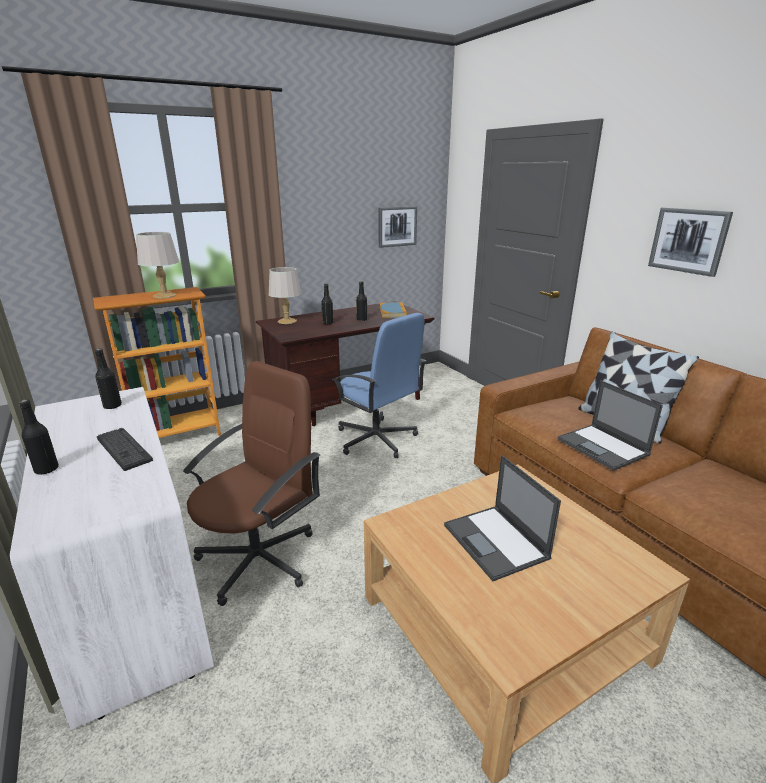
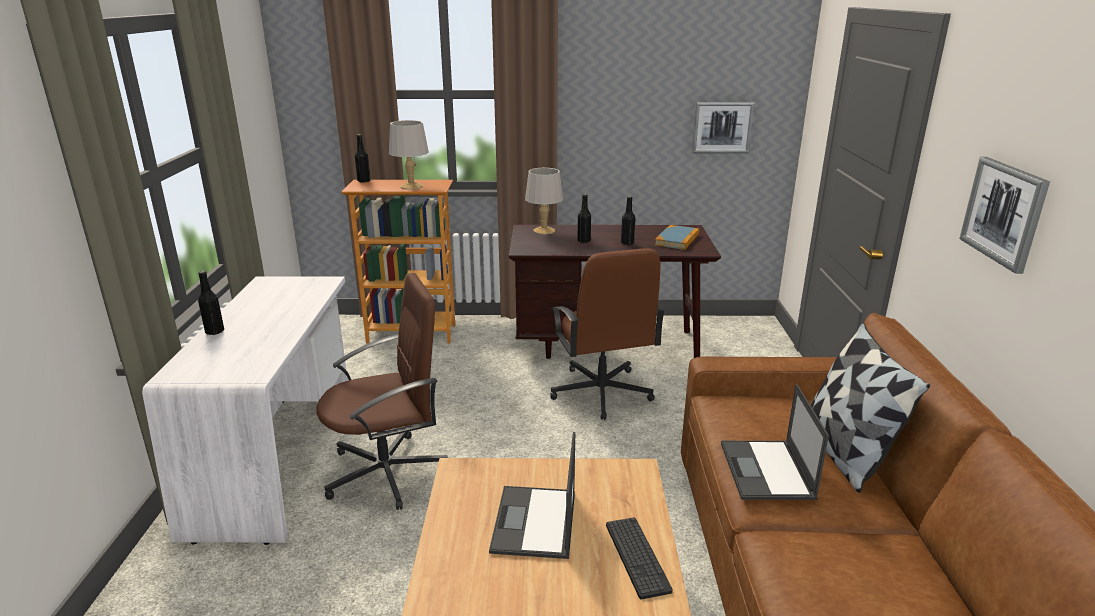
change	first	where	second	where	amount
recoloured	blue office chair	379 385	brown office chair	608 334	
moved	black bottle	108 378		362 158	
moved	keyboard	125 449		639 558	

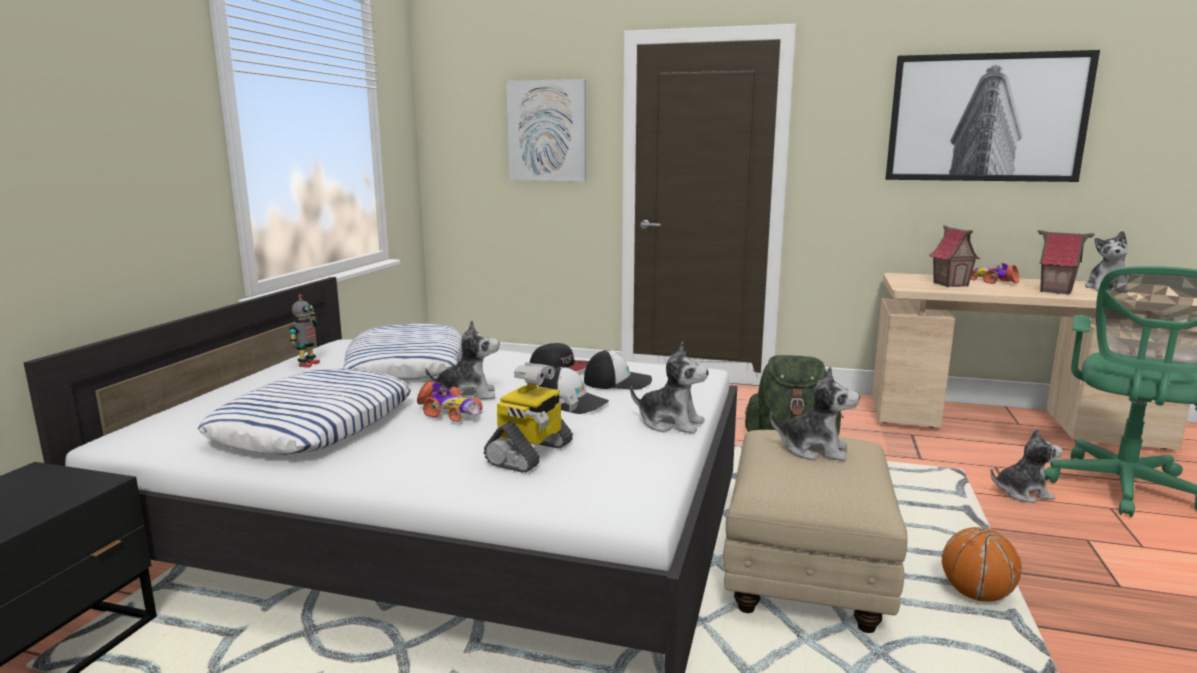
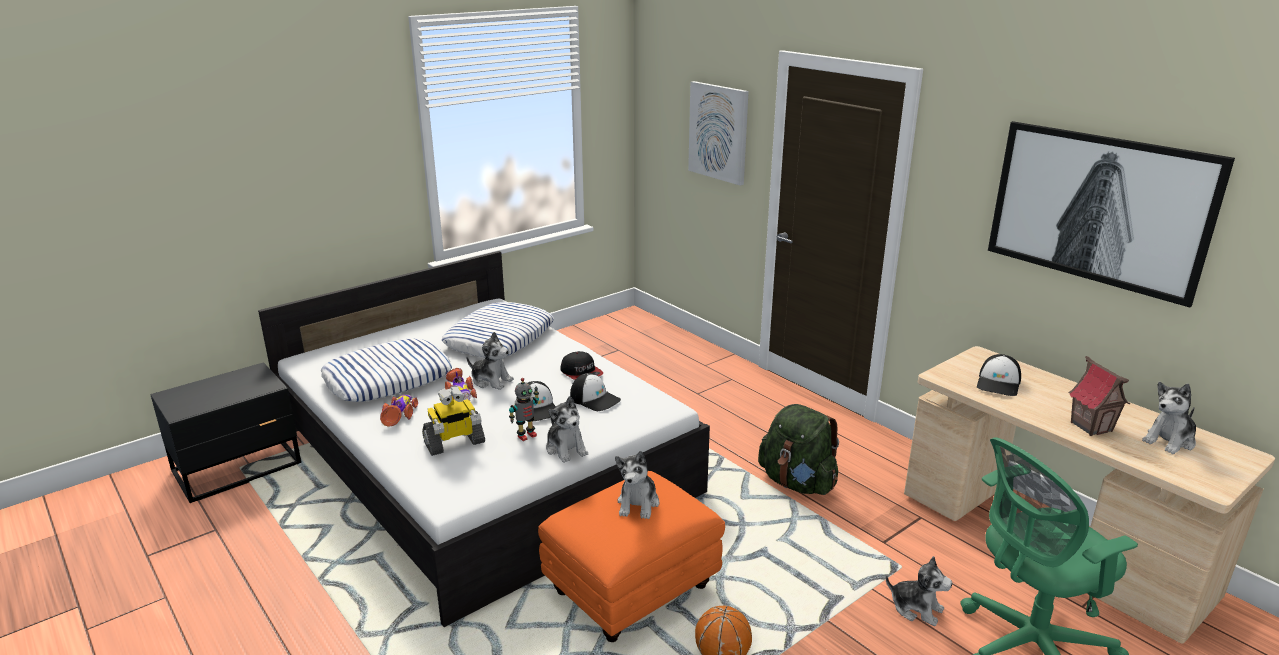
change	first	where	second	where	amount
replaced	toy house	955 256	cap	999 375	
moved	toy car	995 273		399 411	
moved	toy robot	304 331		524 409	
turned	plush toy	815 413		637 485	45 degrees clockwise
recoloured	beige ottoman	815 531	orange ottoman	631 556	

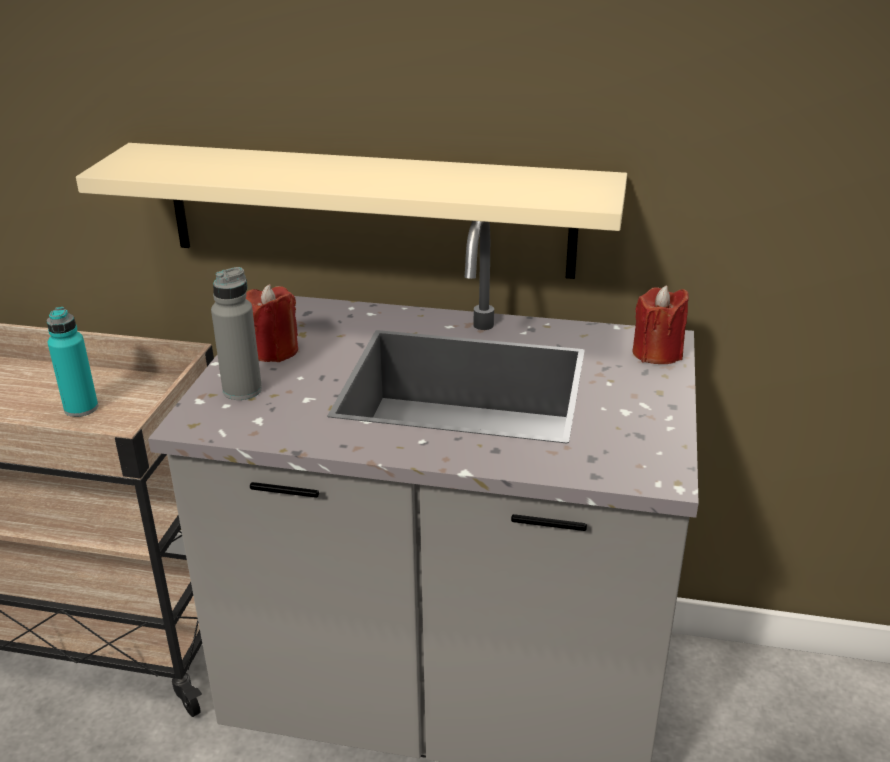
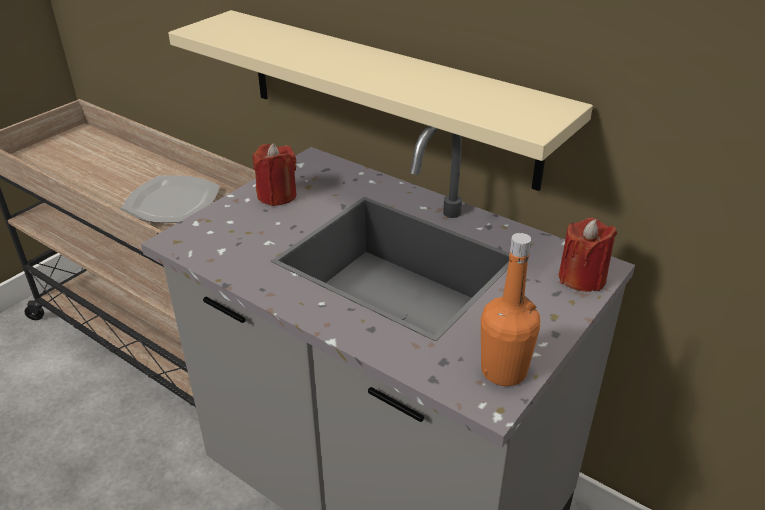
change	first	where	second	where	amount
removed	grey bottle	236 333			
replaced	turquoise bottle	72 362	plate	170 199	
added			orange bottle	510 309	

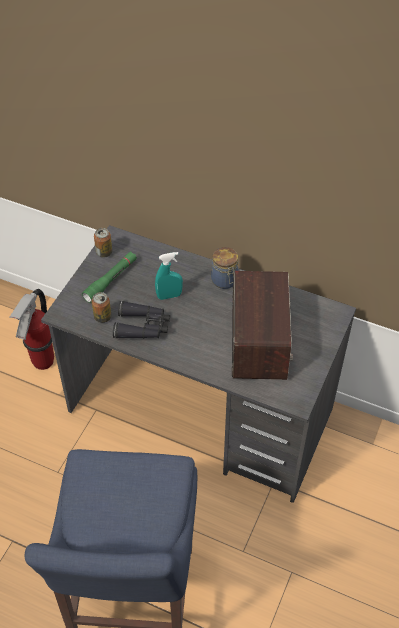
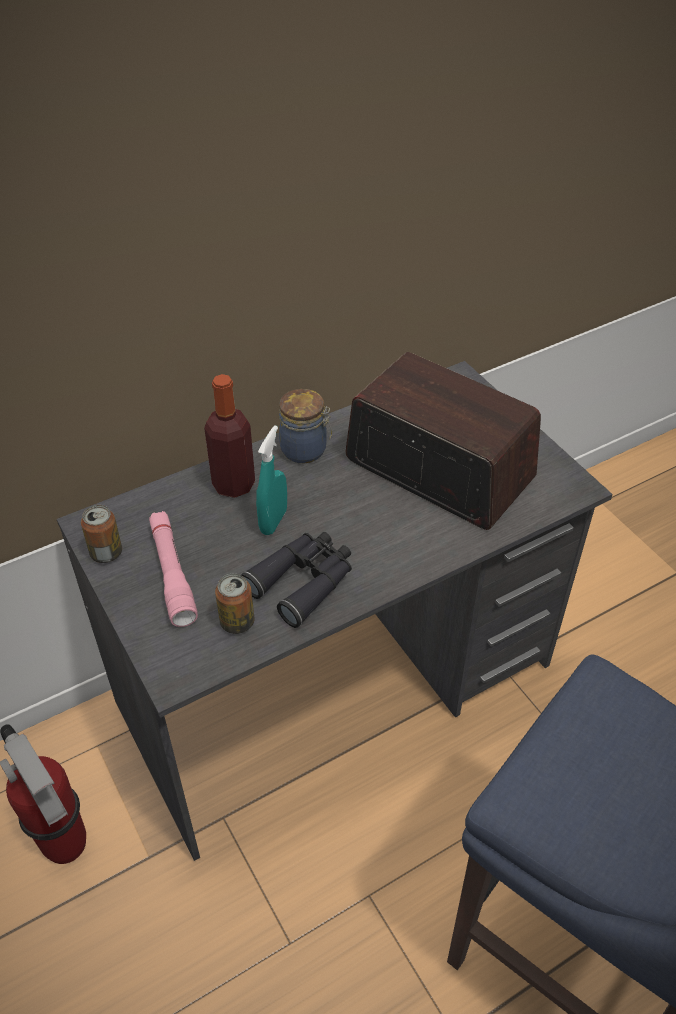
change	first	where	second	where	amount
recoloured	green flashlight	109 277	pink flashlight	173 569	
added			bottle	229 436	

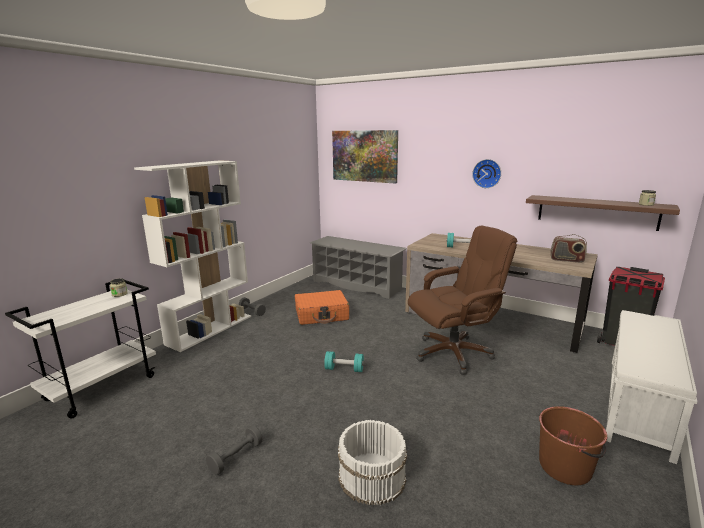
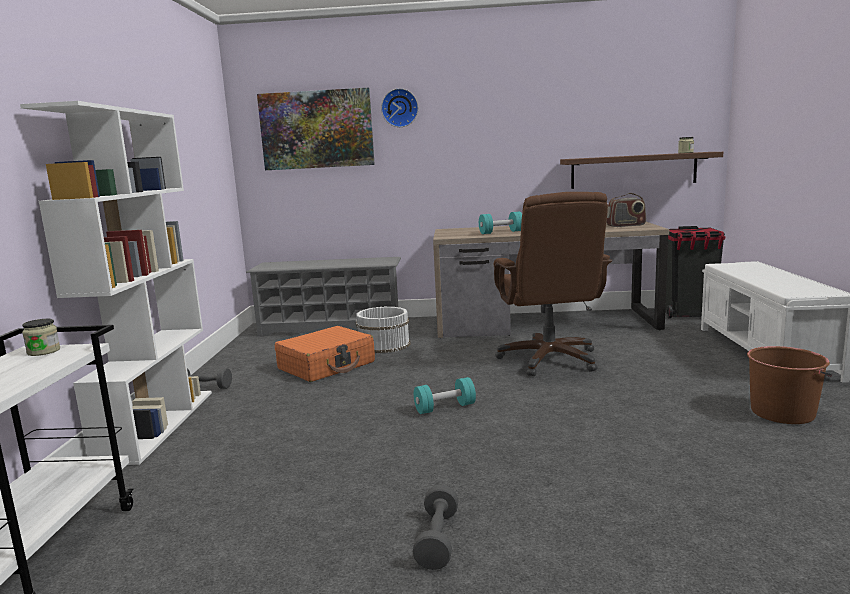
change	first	where	second	where	amount
moved	wall clock	486 173		399 107	
turned	brown office chair	462 300		553 284	135 degrees clockwise
moved	white bucket	372 462		383 330	

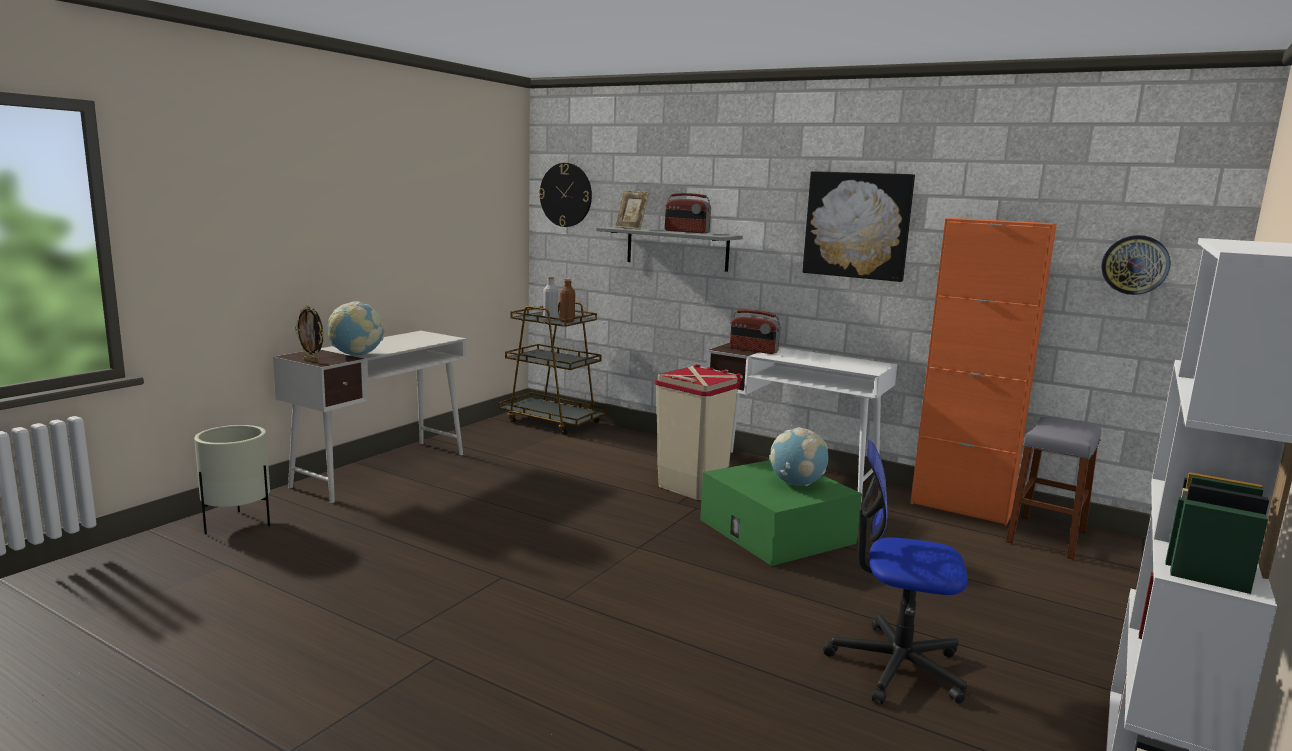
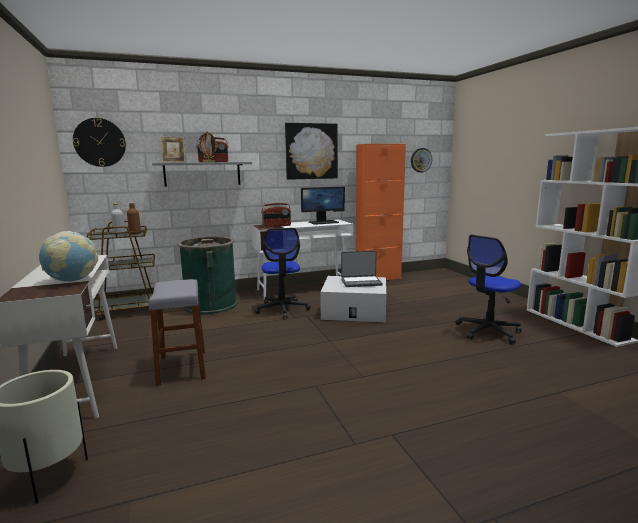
change	first	where	second	where	amount
moved	picture frame	309 334		208 146	
replaced	beige trash can	698 432	office chair	283 273	
moved	grey stool	1053 488		177 332	
replaced	globe	798 456	laptop	362 269	
recoloured	green storage box	781 513	white storage box	353 299	
added			monitor	323 205	
added			green trash can	207 276	

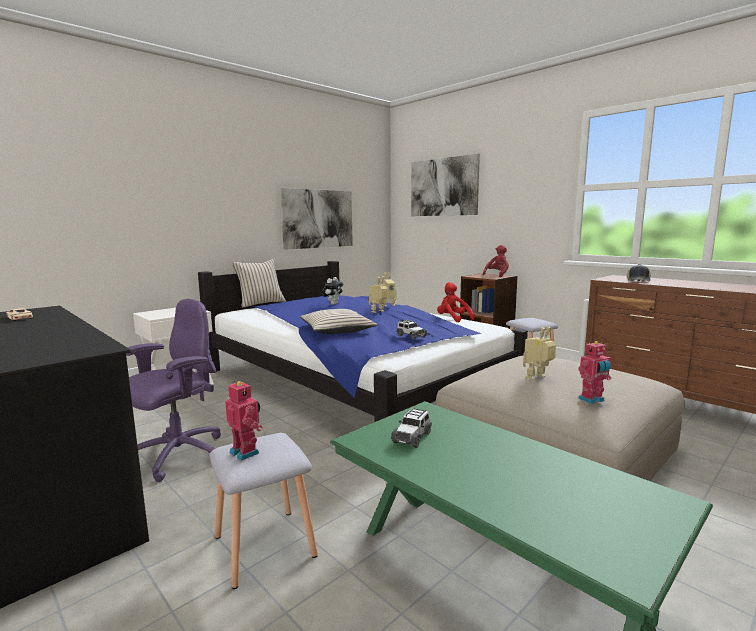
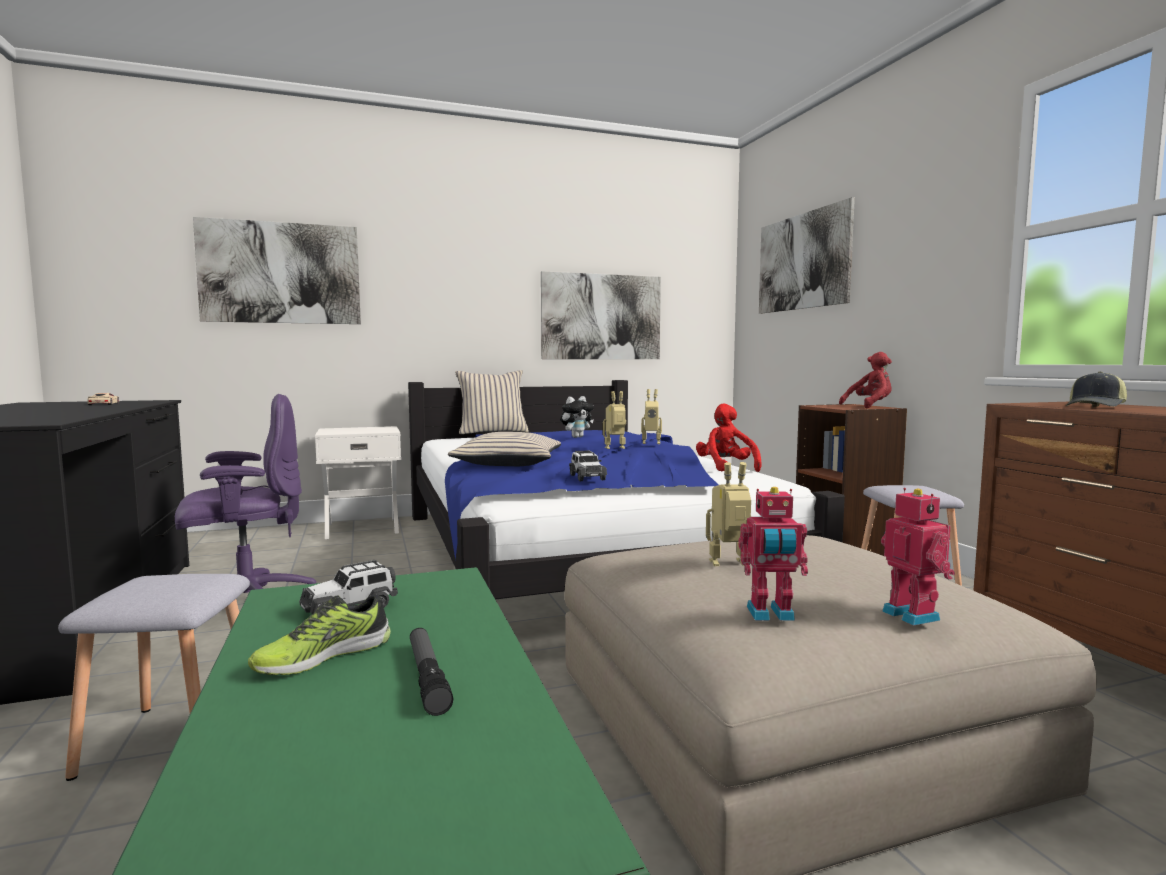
change	first	where	second	where	amount
moved	toy robot	243 420		918 557	
added			picture	277 270	
added			shoe	319 635	
added			flashlight	431 672	

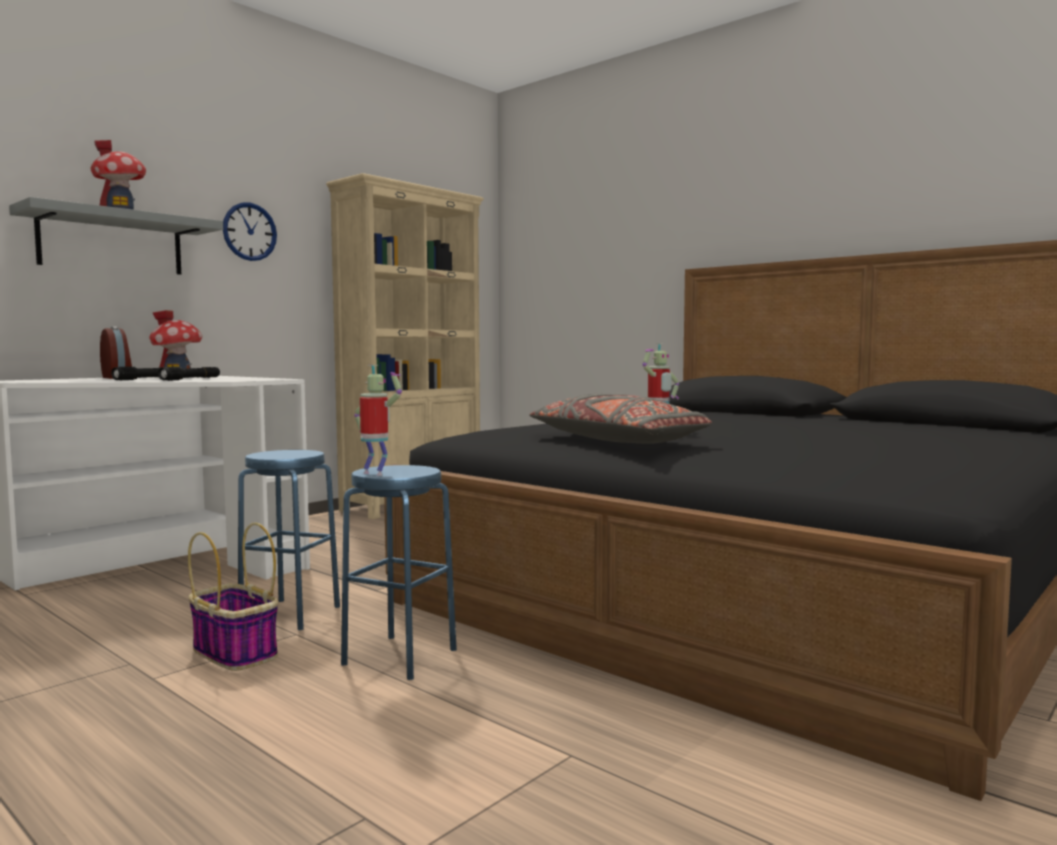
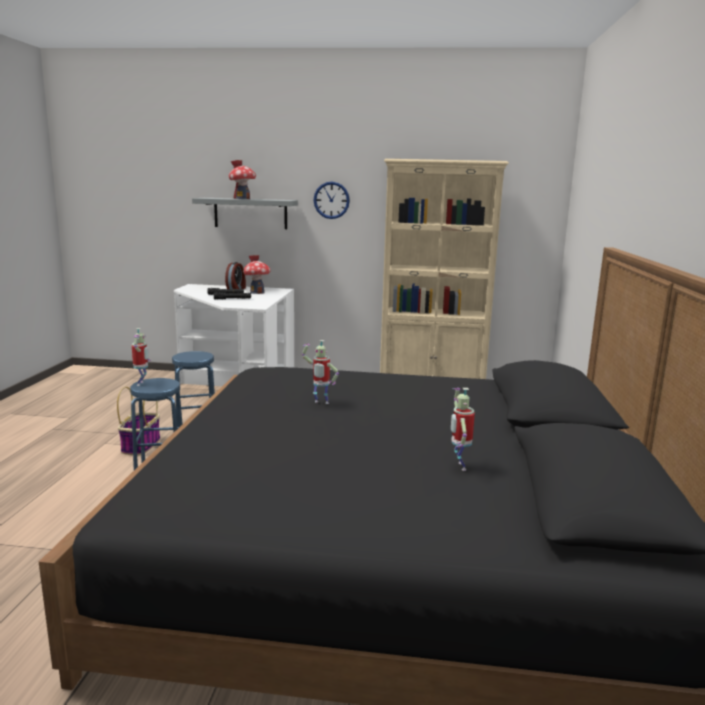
change	first	where	second	where	amount
removed	grey pillow	620 418			
added			toy robot	463 429	

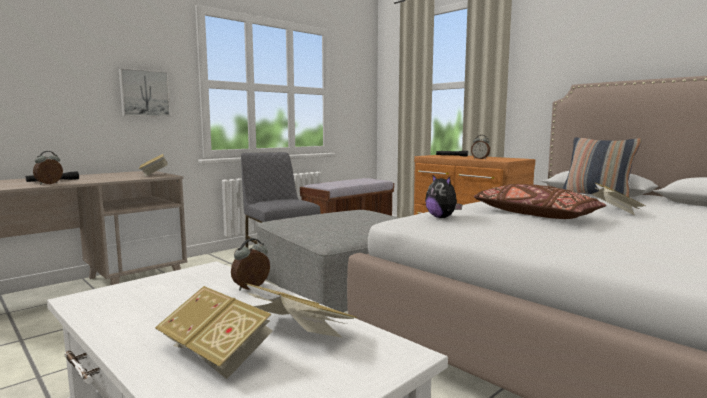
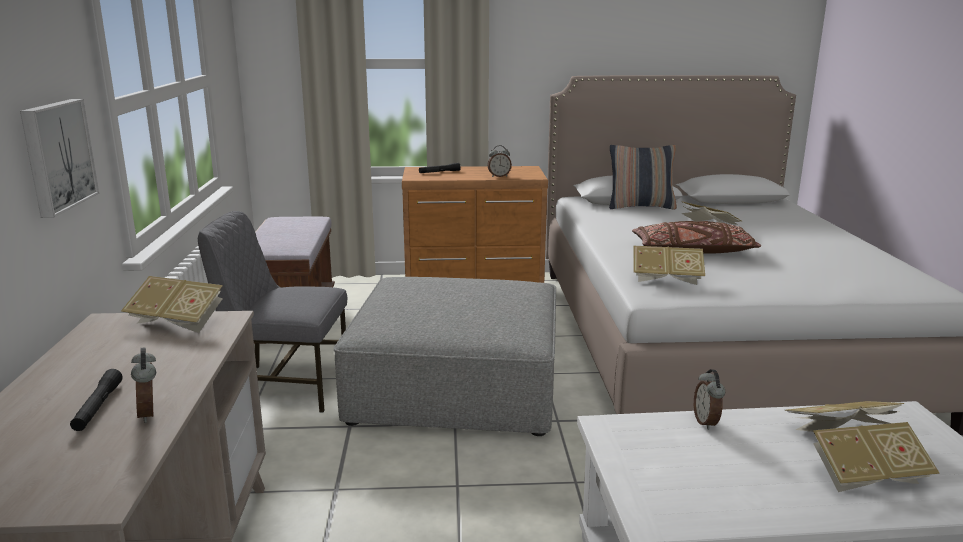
change	first	where	second	where	amount
replaced	plush toy	444 196	book	669 265	

